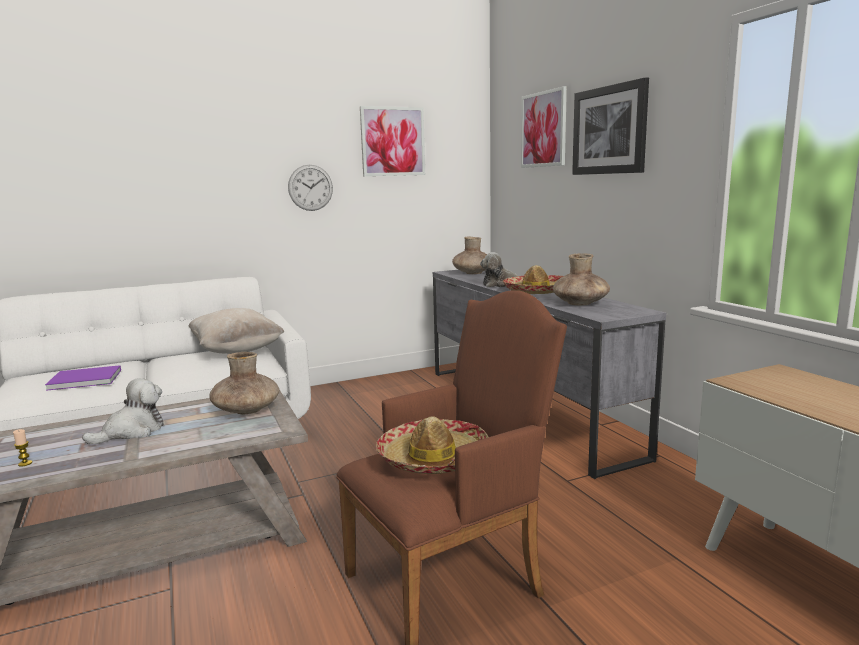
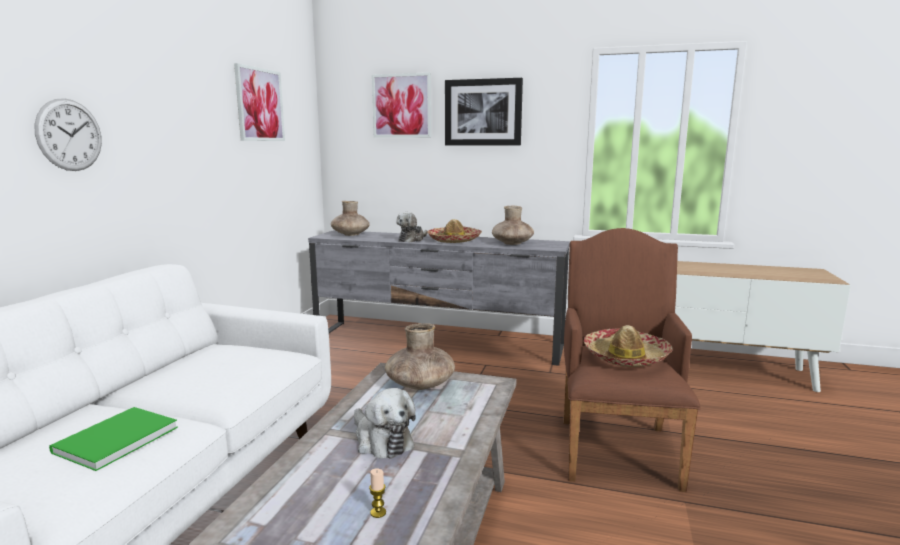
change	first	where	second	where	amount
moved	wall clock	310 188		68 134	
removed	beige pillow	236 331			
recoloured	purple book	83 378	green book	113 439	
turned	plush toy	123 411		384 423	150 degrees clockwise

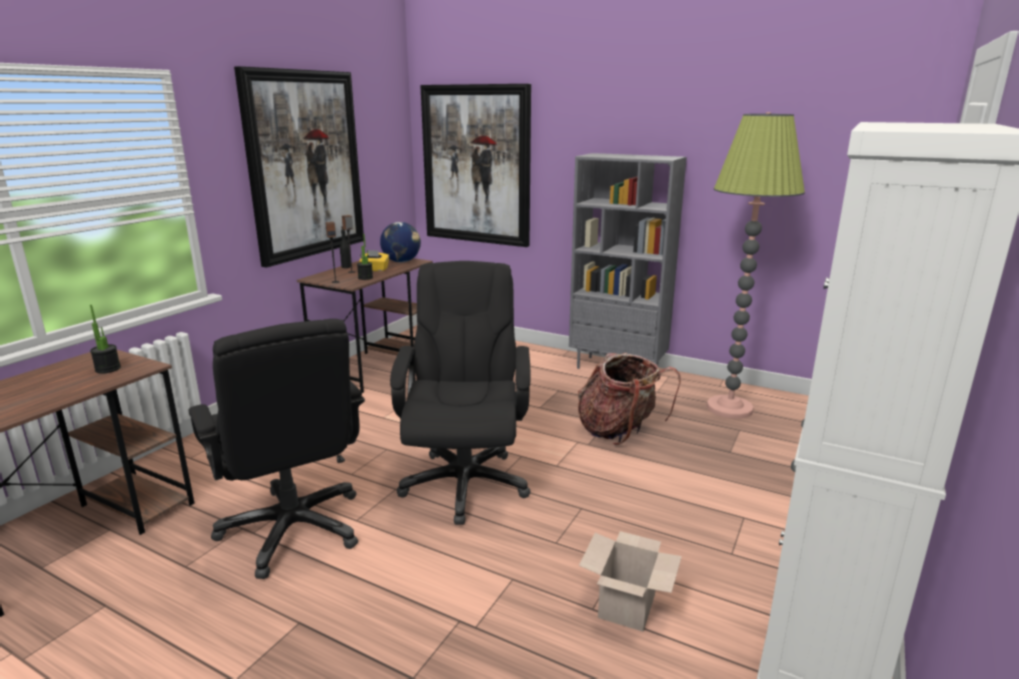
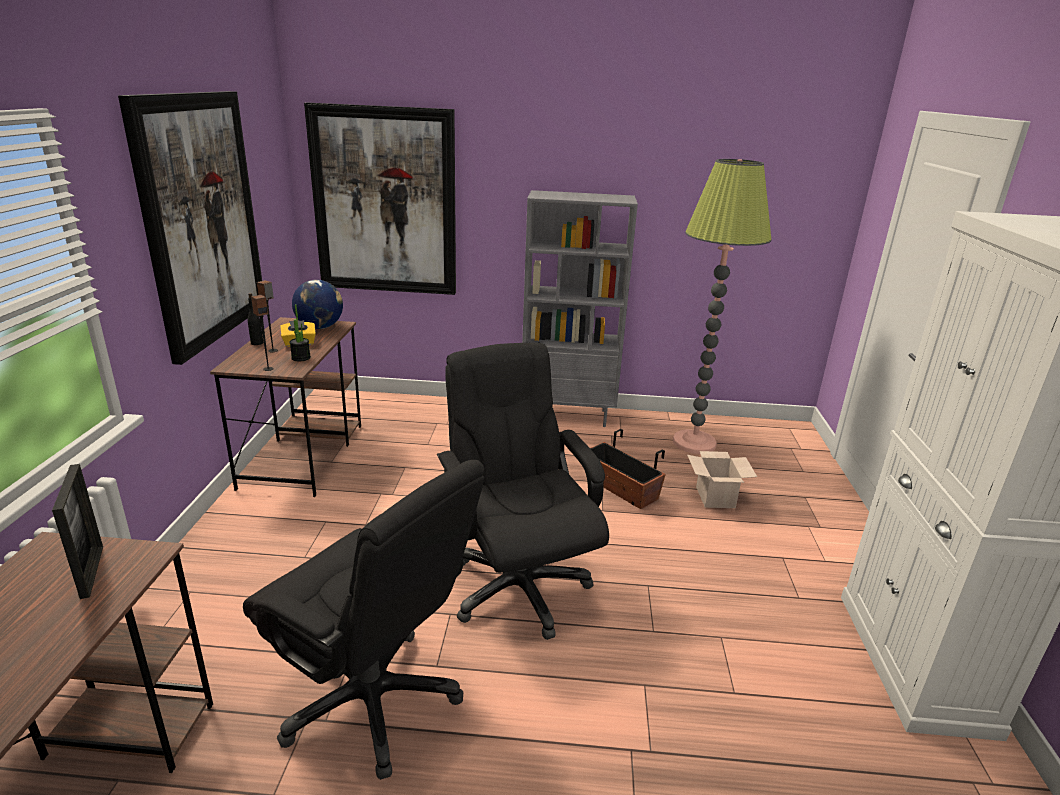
change	first	where	second	where	amount
replaced	potted plant	105 339	picture frame	77 531	
replaced	backpack	629 399	planter	626 469	
moved	cardboard box	630 581		722 479	

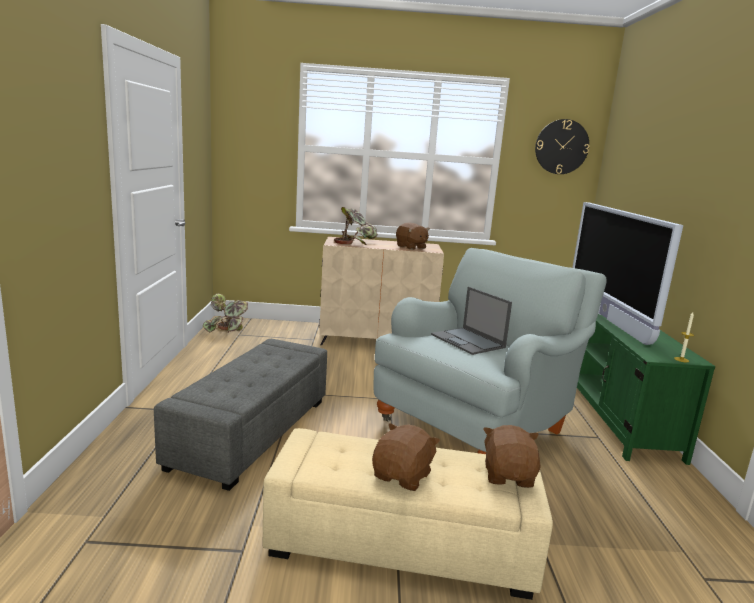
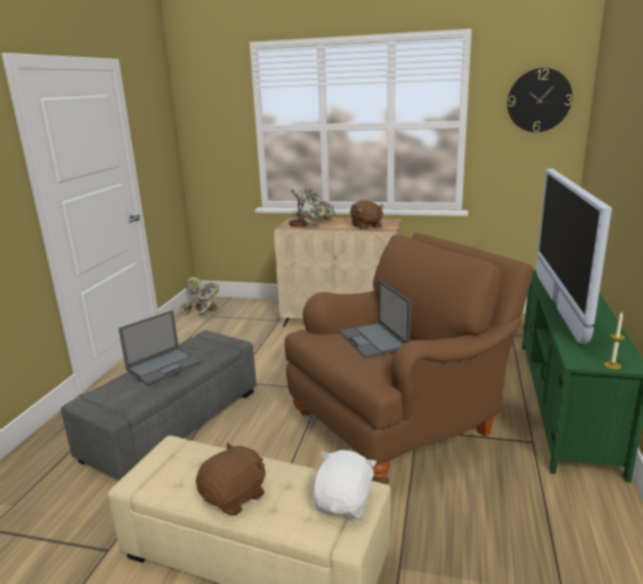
change	first	where	second	where	amount
recoloured	grey armchair	490 351	brown armchair	409 358	
recoloured	brown plush toy	512 456	white plush toy	344 484	
added			laptop	159 347	

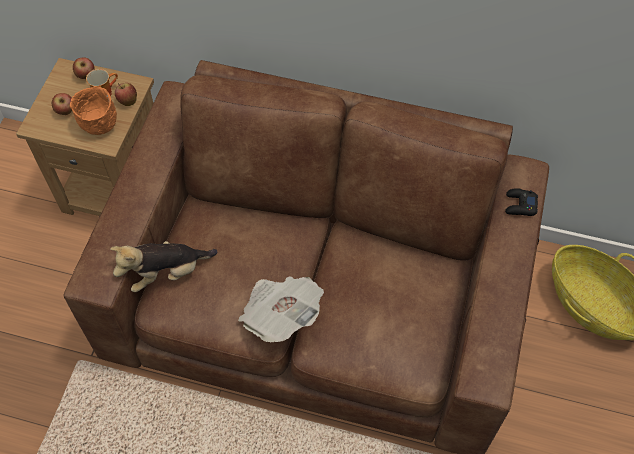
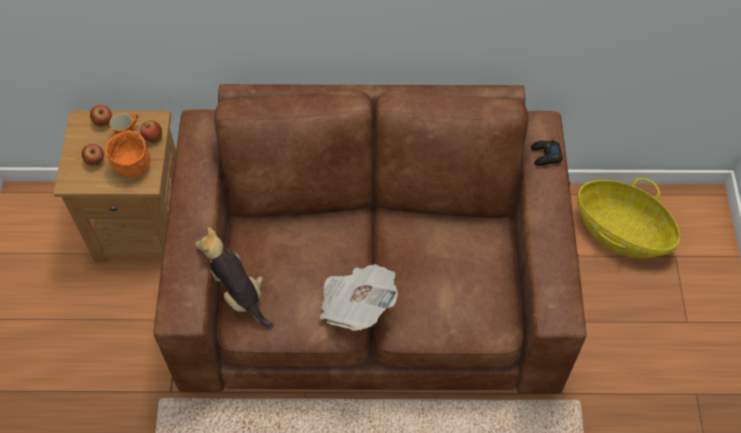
change	first	where	second	where	amount
turned	plush toy	164 266		234 278	90 degrees clockwise

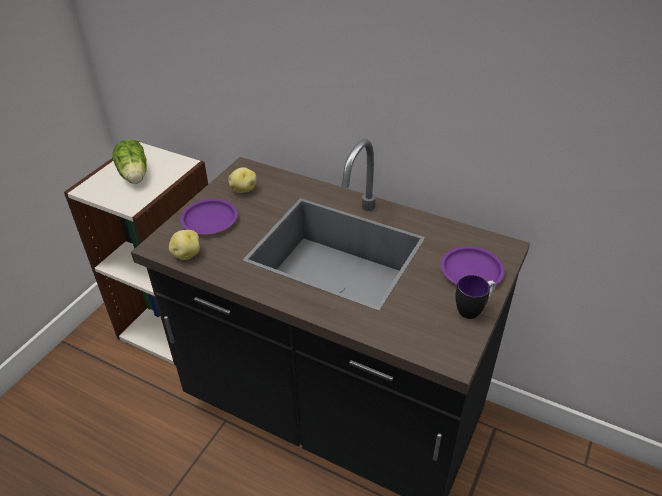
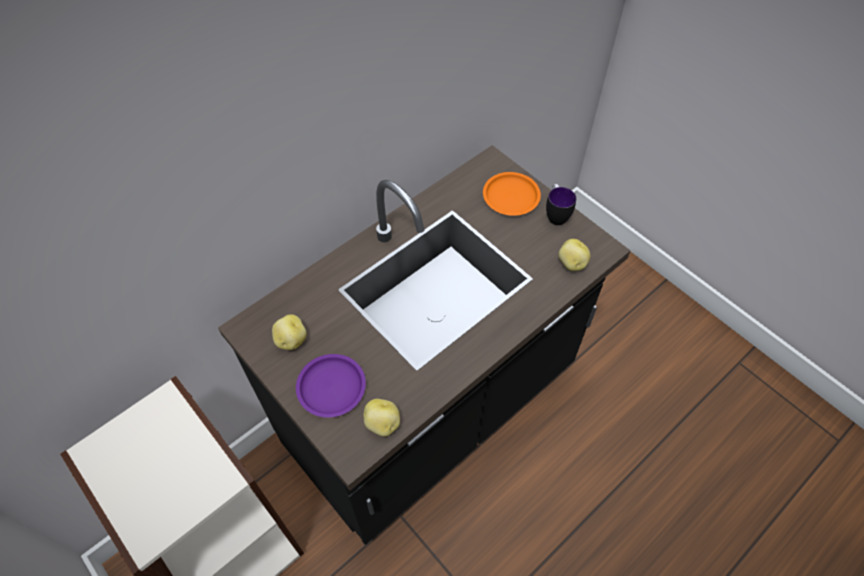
change	first	where	second	where	amount
removed	lettuce	129 161			
recoloured	purple plate	473 266	orange plate	512 194	
added			potato	574 255	

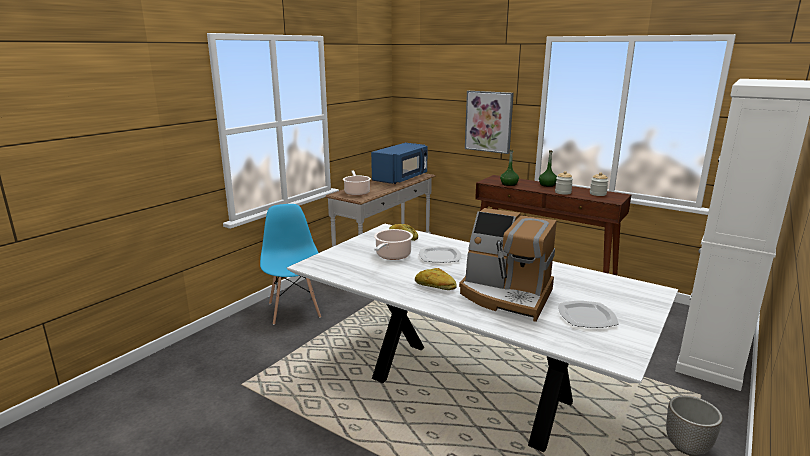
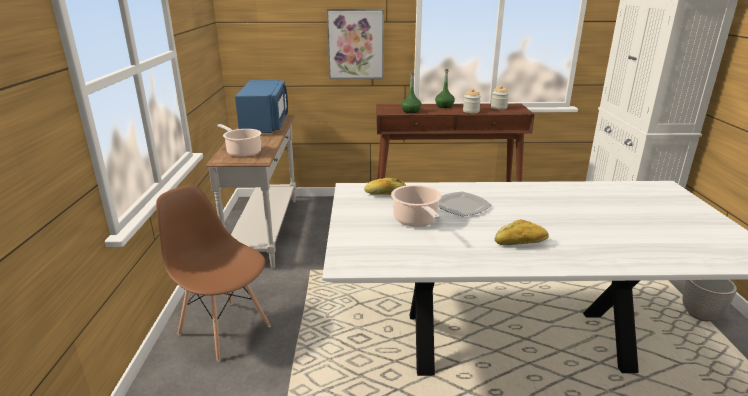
change	first	where	second	where	amount
recoloured	blue chair	290 264	brown chair	213 273	
removed	coffee machine	508 265			
removed	plate	588 314			

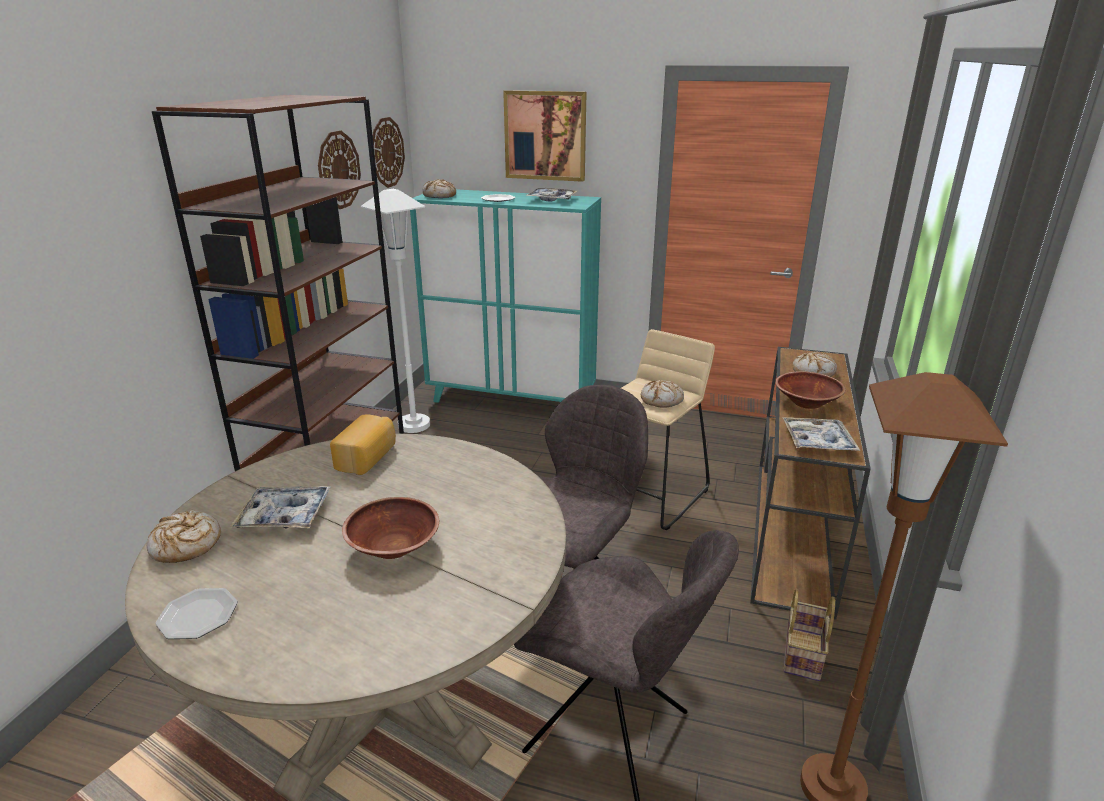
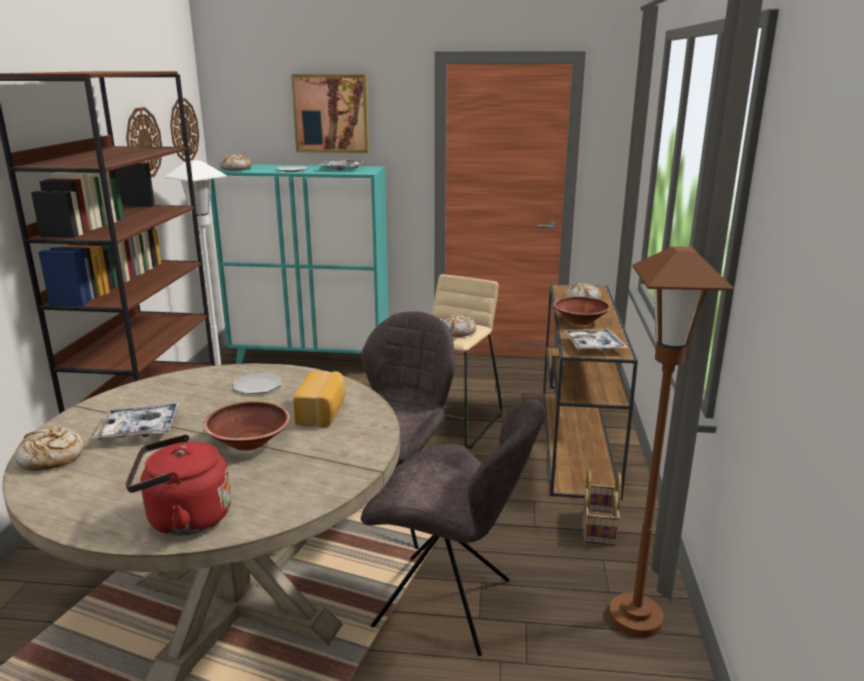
change	first	where	second	where	amount
moved	bread	363 444		319 399	
moved	plate	197 613		257 383	
added			red kettle	178 485	

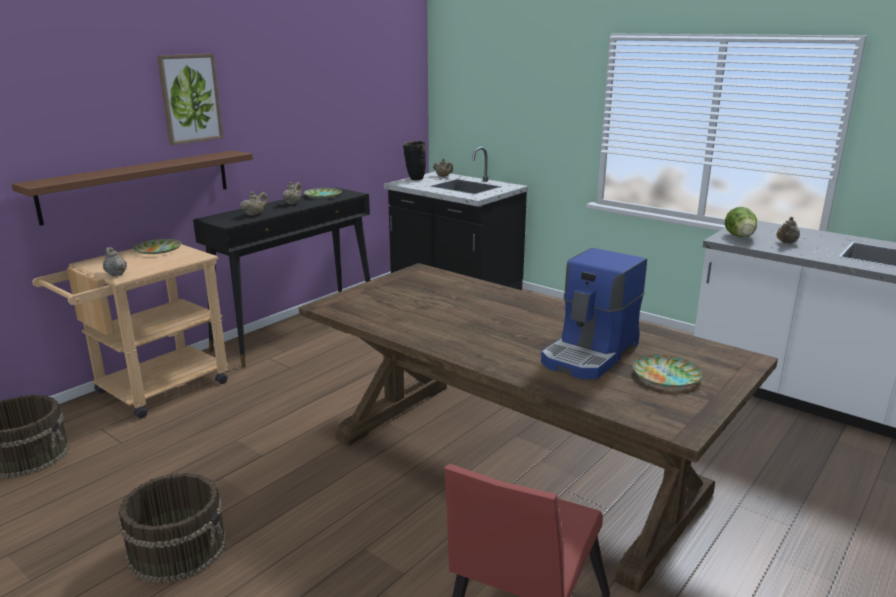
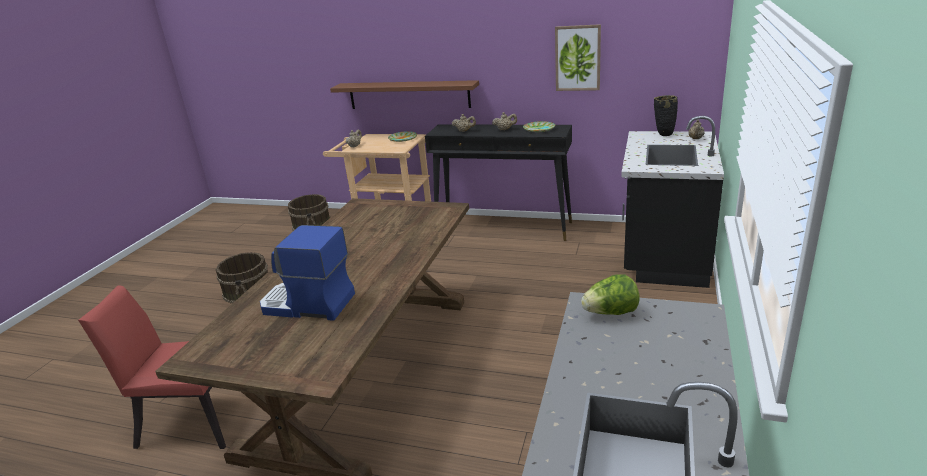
change	first	where	second	where	amount
moved	picture	190 99		578 57	
removed	beige teapot	788 230			
removed	plate	667 371			

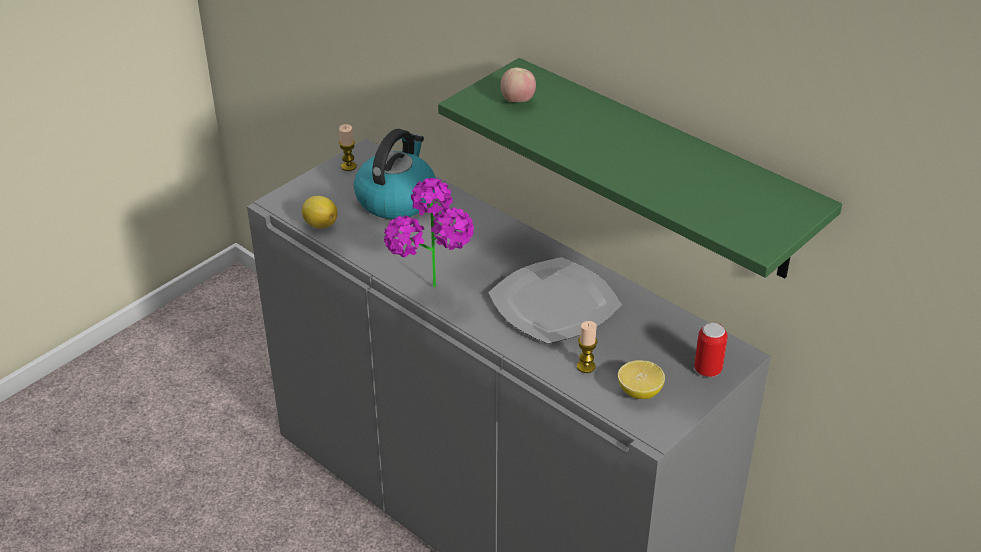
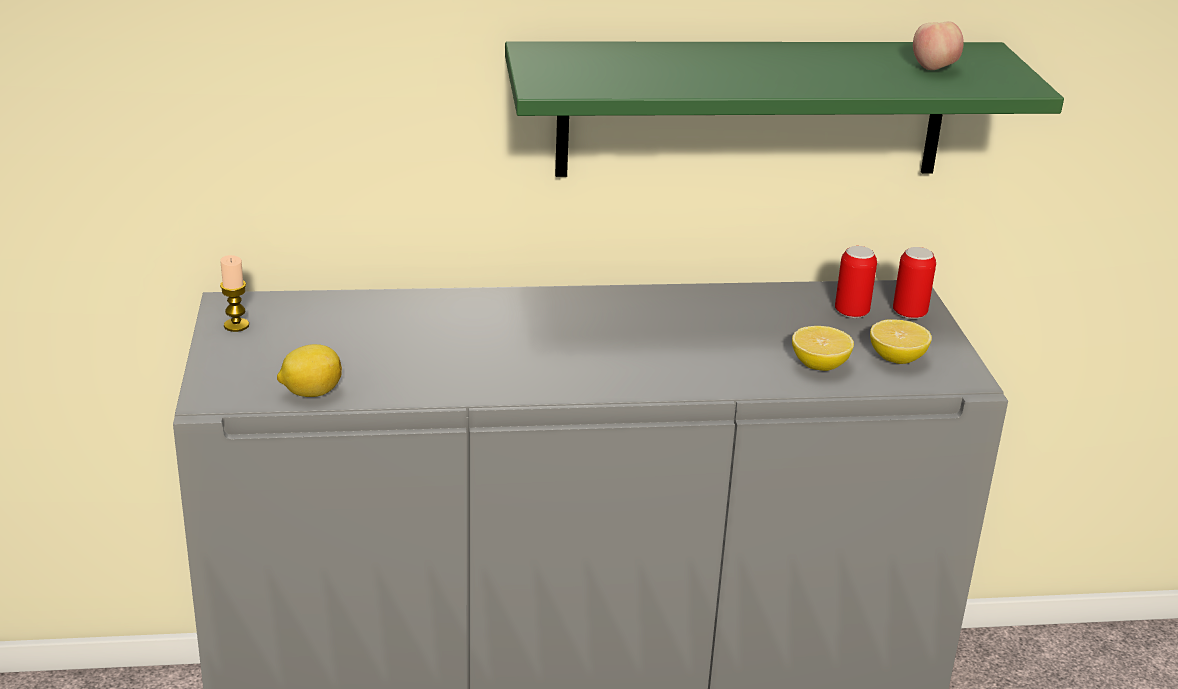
change	first	where	second	where	amount
moved	apple	518 84		938 45	
removed	kettle	395 174			
removed	potted plant	429 232			
removed	plate	555 300			
replaced	candle	587 347	lemon	823 348	
added			can	856 282	

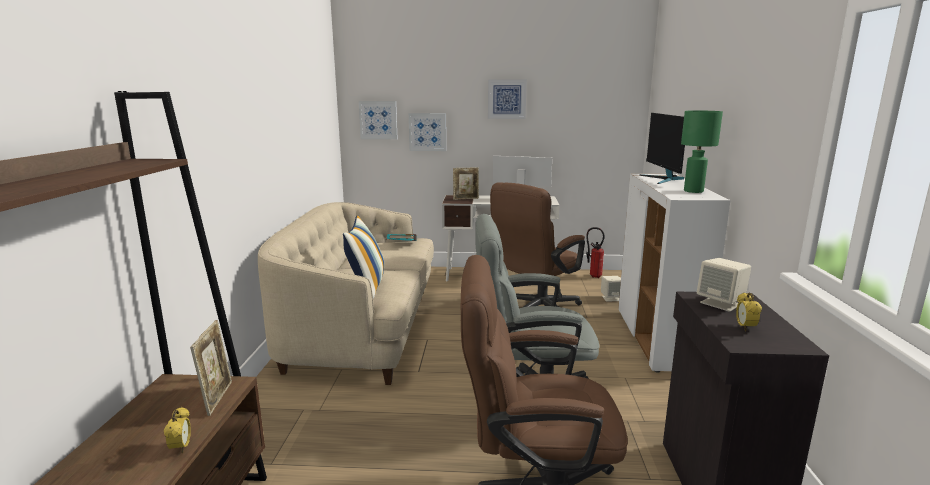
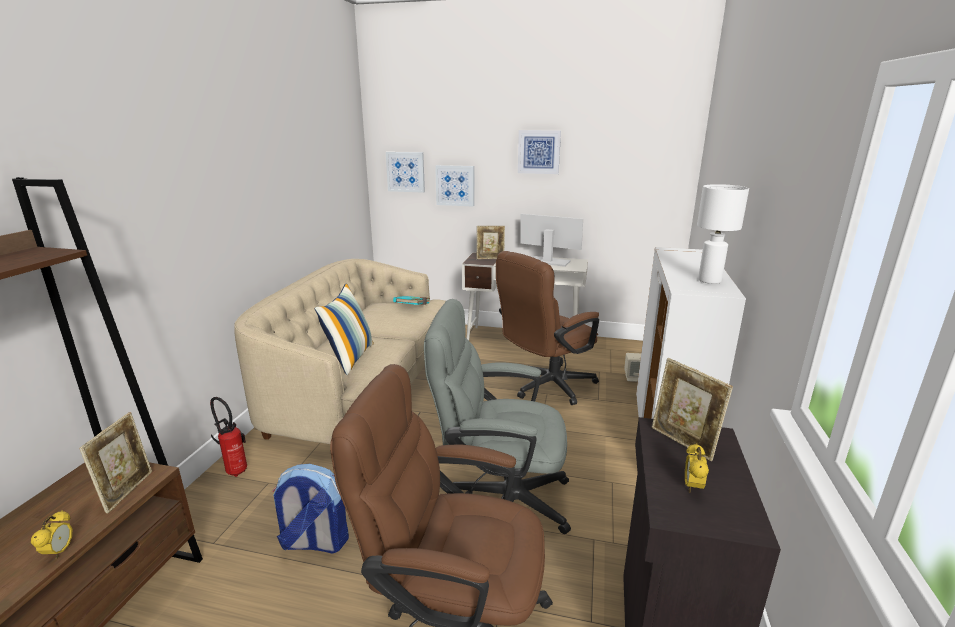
change	first	where	second	where	amount
recoloured	green table lamp	702 151	white table lamp	723 234	
removed	monitor	662 148			
moved	fire extinguisher	595 252		228 437	
replaced	beige speaker	724 285	picture frame	692 409	
added			backpack	310 509	

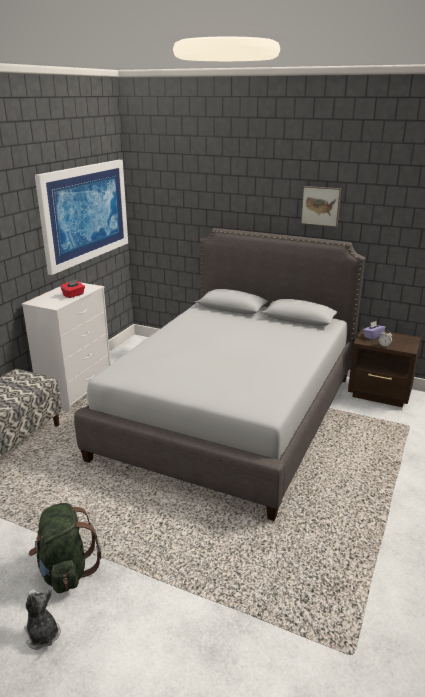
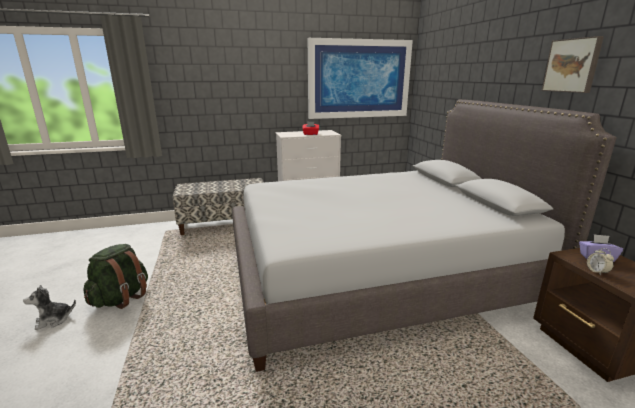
change	first	where	second	where	amount
turned	plush toy	42 619		49 307	135 degrees counterclockwise

